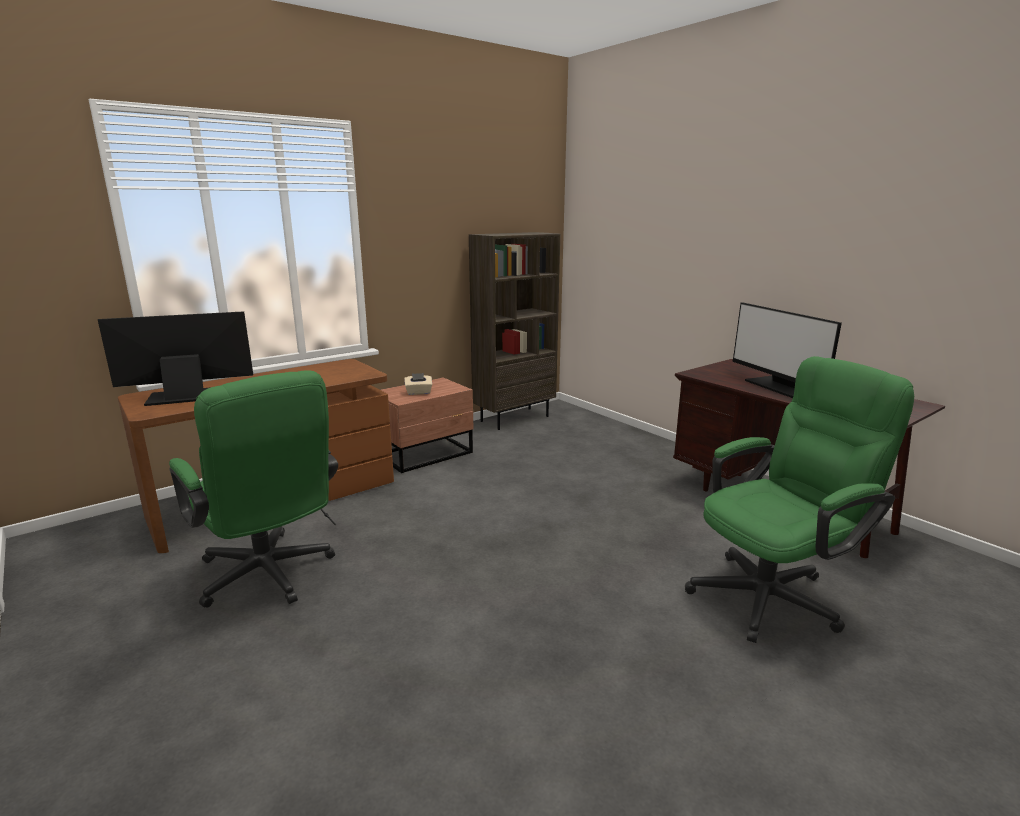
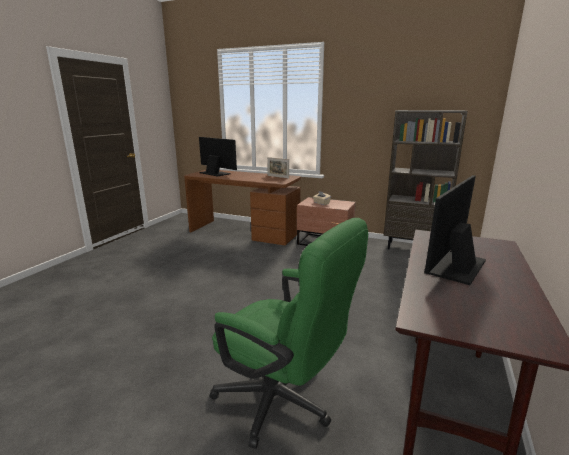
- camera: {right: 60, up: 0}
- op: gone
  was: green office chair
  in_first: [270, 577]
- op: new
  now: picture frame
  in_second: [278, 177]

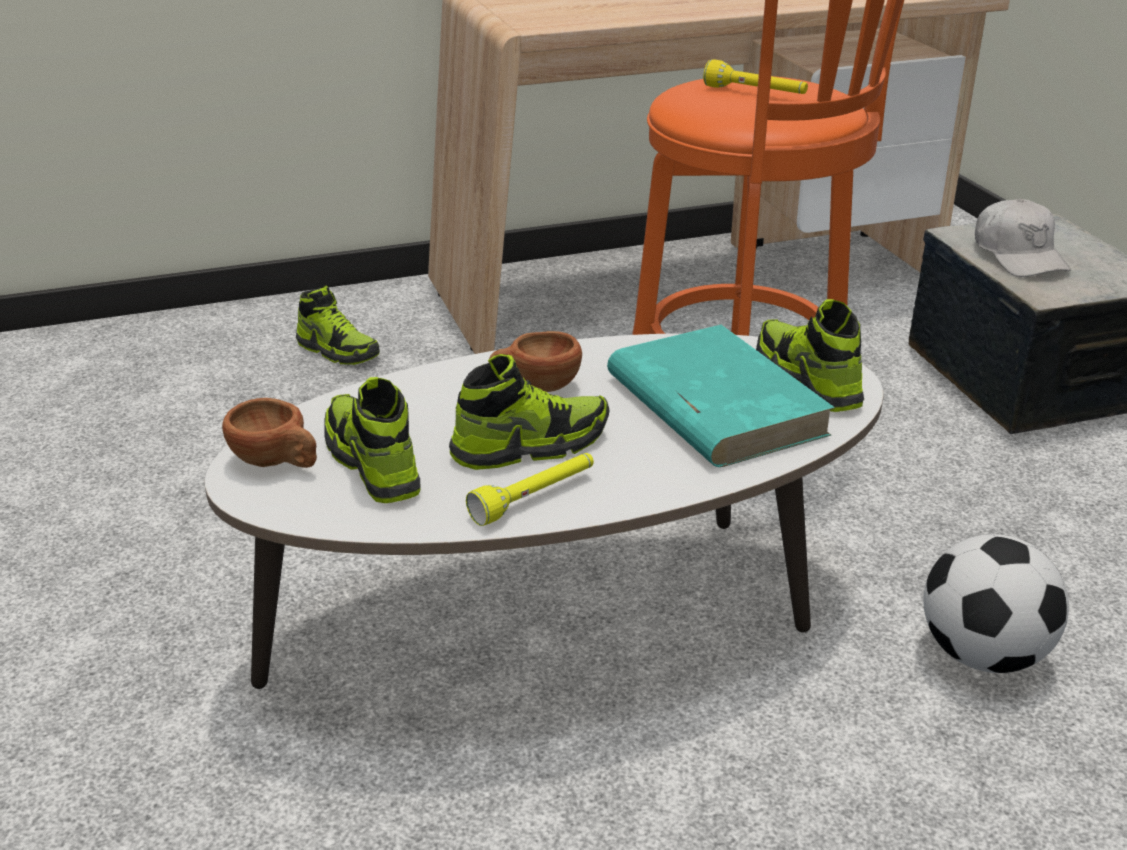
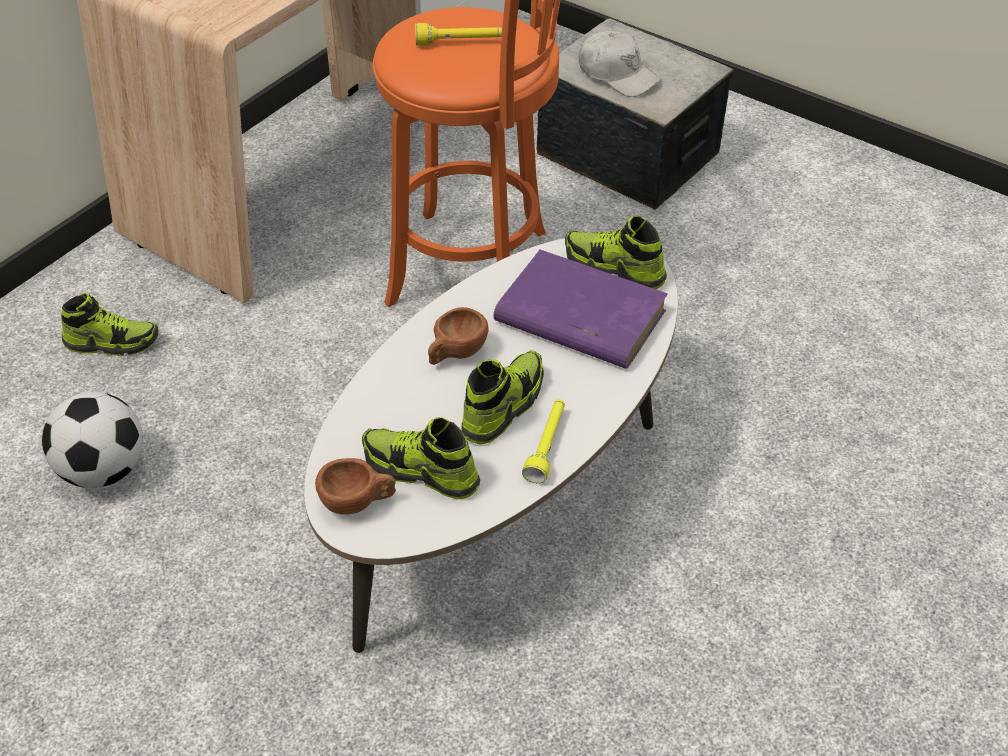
- camera: {right: -35, up: 15}
- op: shifted
  was: football
  in_first: [983, 655]
  in_second: [103, 470]
- op: repainted
  was: turquoise book
  now: purple book
  in_first: [713, 404]
  in_second: [578, 316]

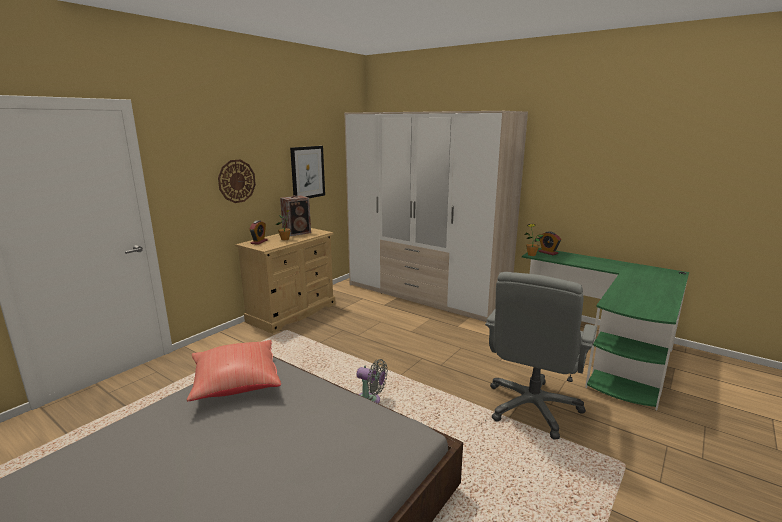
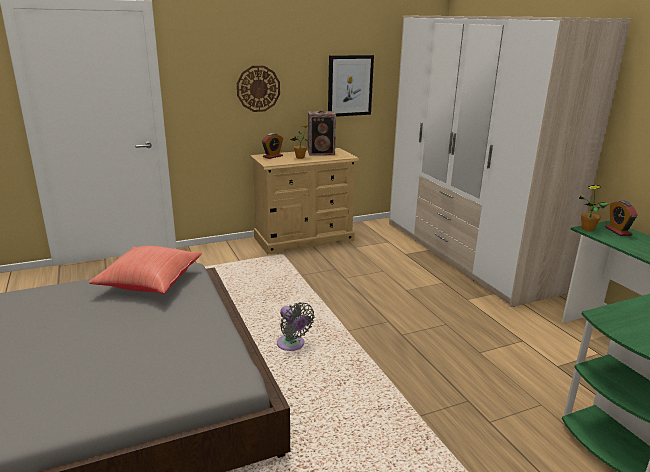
- camera: {right: 30, up: 5}
- op: gone
  was: grey office chair
  in_first: [532, 407]

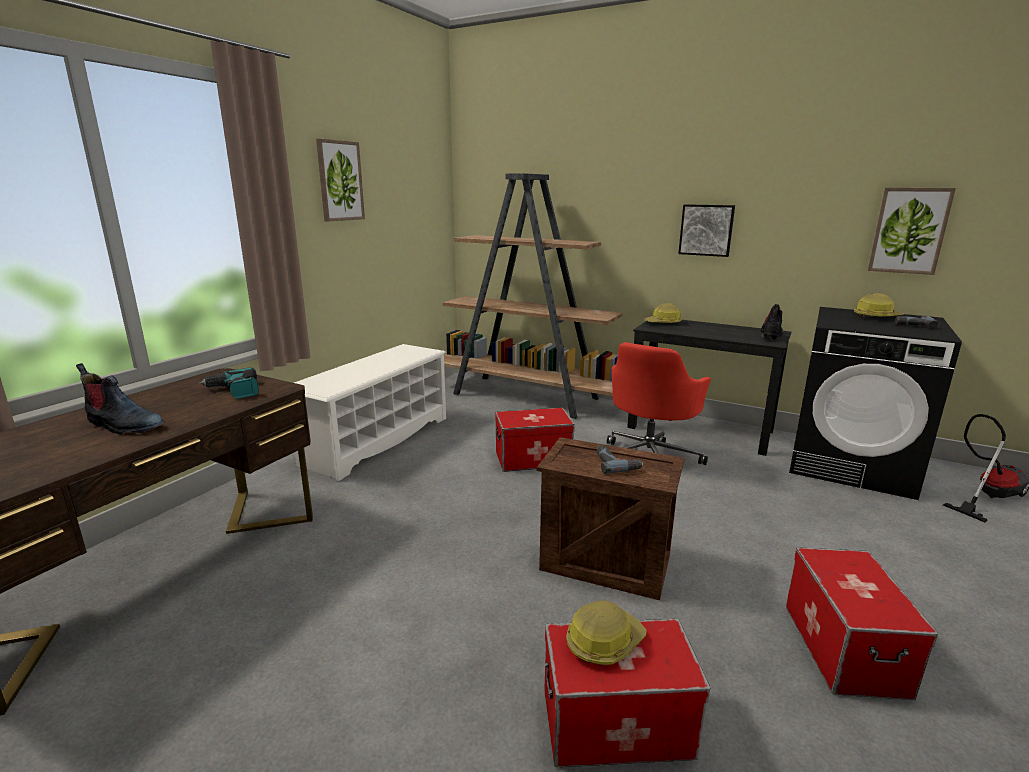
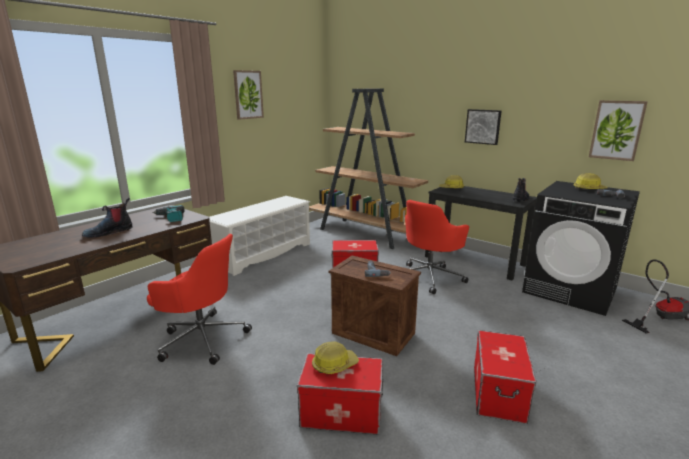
- camera: {right: 10, up: 0}
- op: new
  now: red office chair
  in_second: [202, 338]
- op: rotated
  was: boot
  in_first: [123, 425]
  in_second: [109, 232]
  clockwise: 105

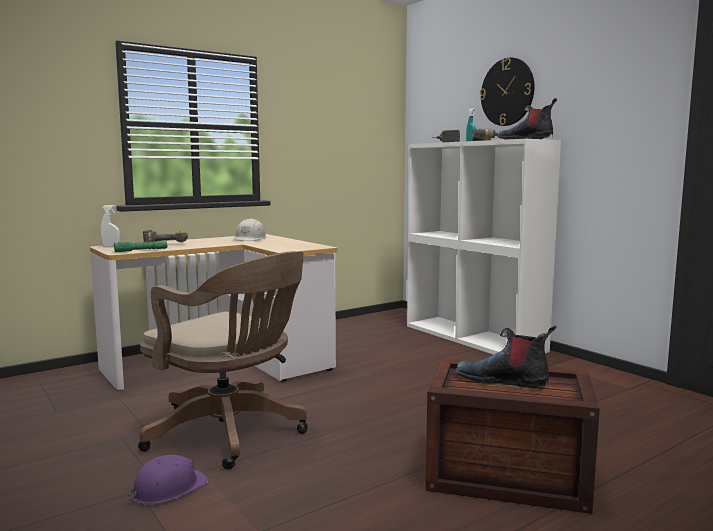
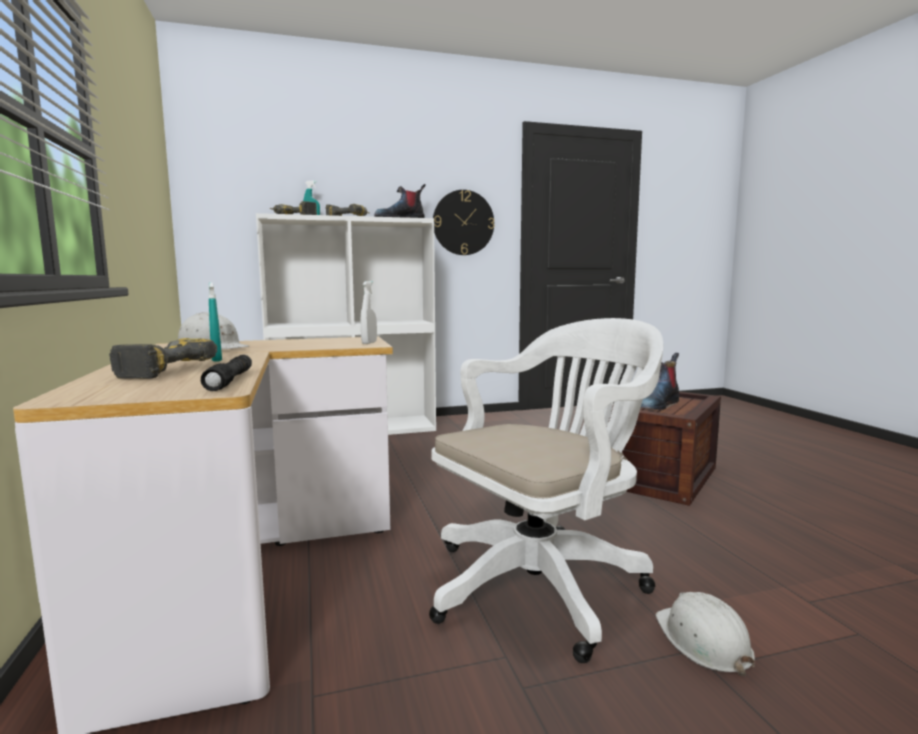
- camera: {right: -70, up: 0}
- op: new
  now: turquoise spray bottle
  in_second: [216, 360]
- op: shifted
  was: white spray bottle
  in_first: [111, 247]
  in_second: [369, 343]
- op: shifted
  was: wall clock
  in_first: [507, 92]
  in_second: [463, 222]
- op: repainted
  was: green flashlight
  now: black flashlight
  in_first: [141, 251]
  in_second: [230, 381]
- op: repainted
  was: purple hard hat
  now: white hard hat
  in_first: [168, 489]
  in_second: [703, 640]
- op: repainted
  was: brown office chair
  now: white office chair
  in_first: [231, 434]
  in_second: [543, 582]

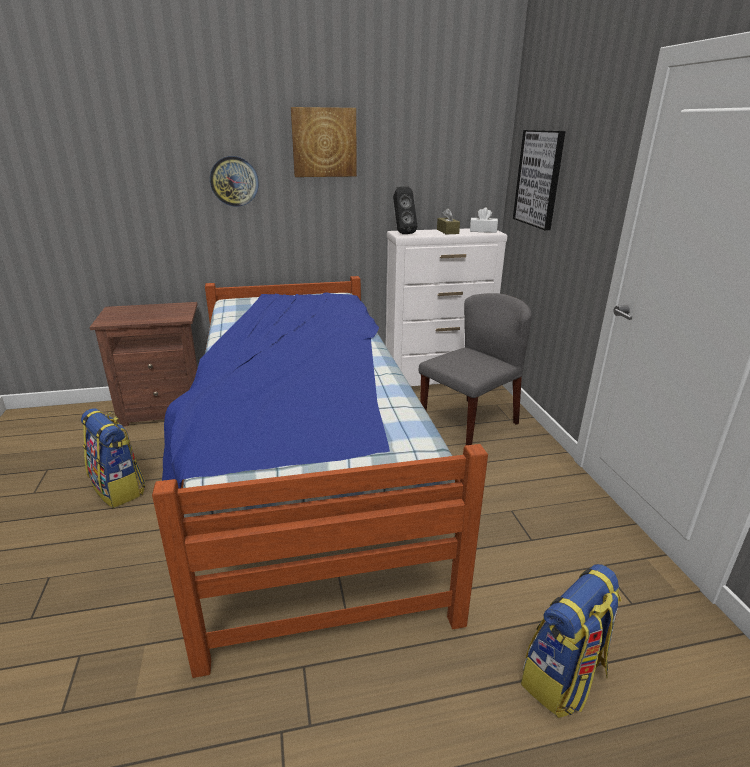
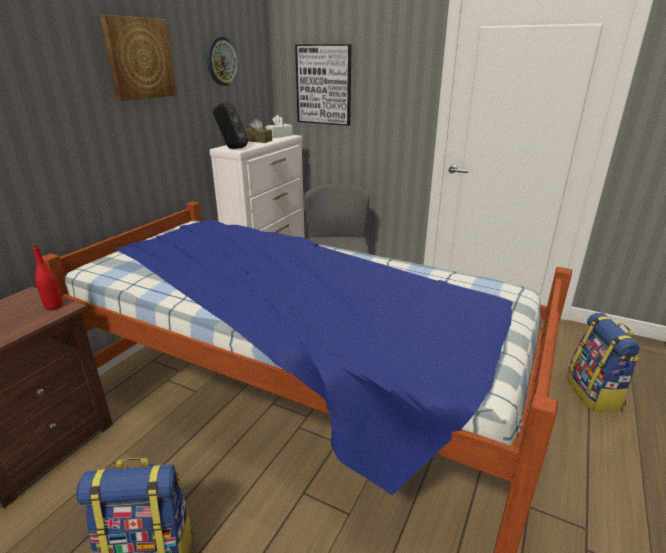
- camera: {right: -50, up: 0}
- op: new
  now: red bottle
  in_second: [54, 306]
- op: shifted
  was: wall clock
  in_first: [234, 181]
  in_second: [222, 61]

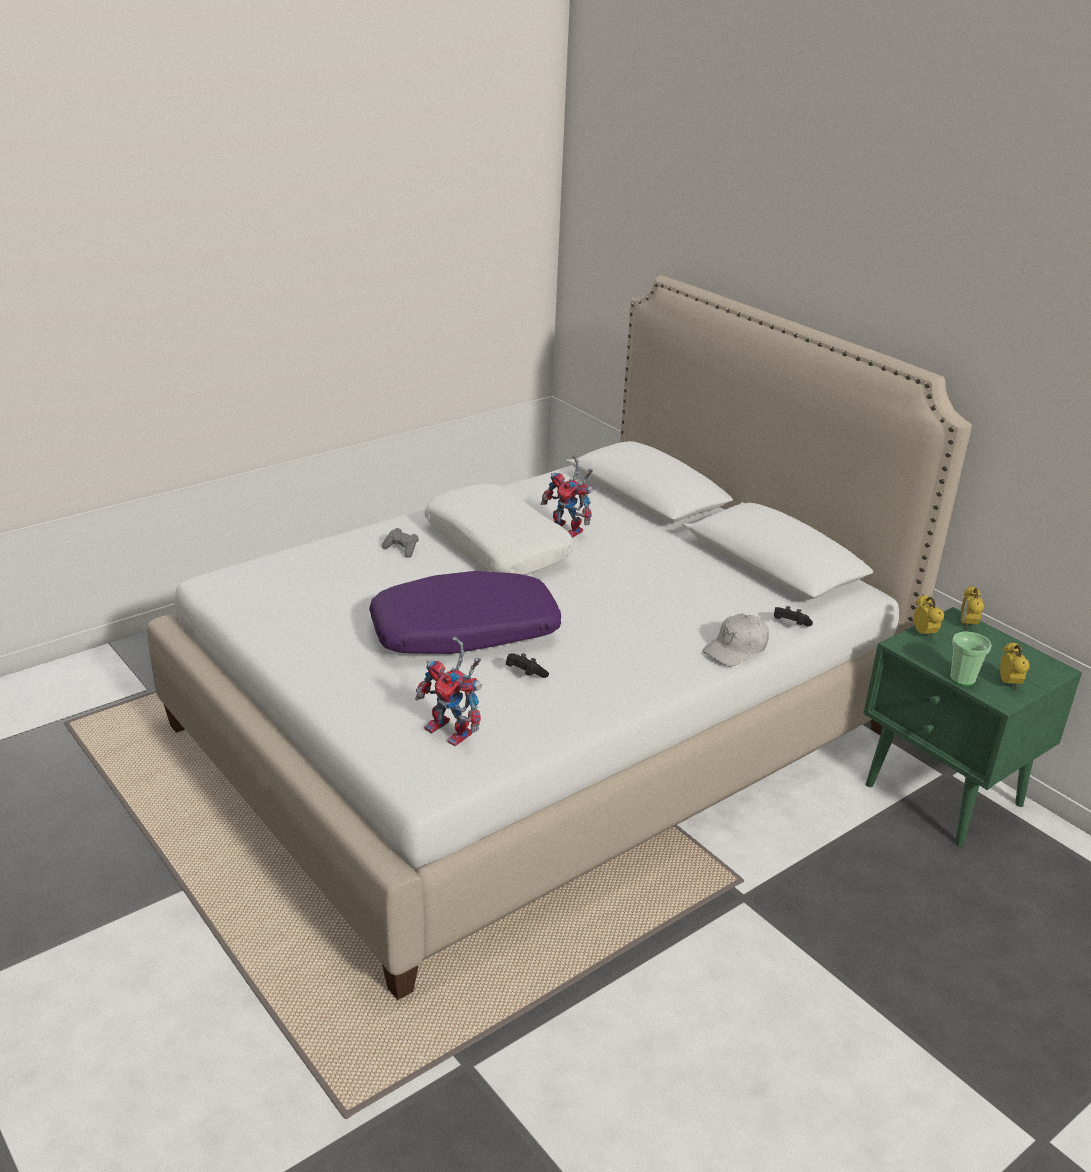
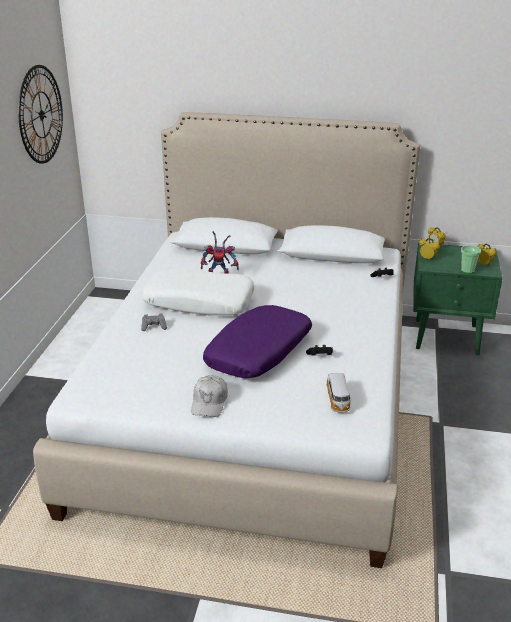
- camera: {right: -40, up: 0}
- op: new
  now: wall clock
  in_second: [41, 115]
- op: shifted
  was: white cap
  in_first: [736, 649]
  in_second: [209, 402]
- op: swapped
  was: toy robot
  now: toy car
  in_first: [454, 732]
  in_second: [338, 401]

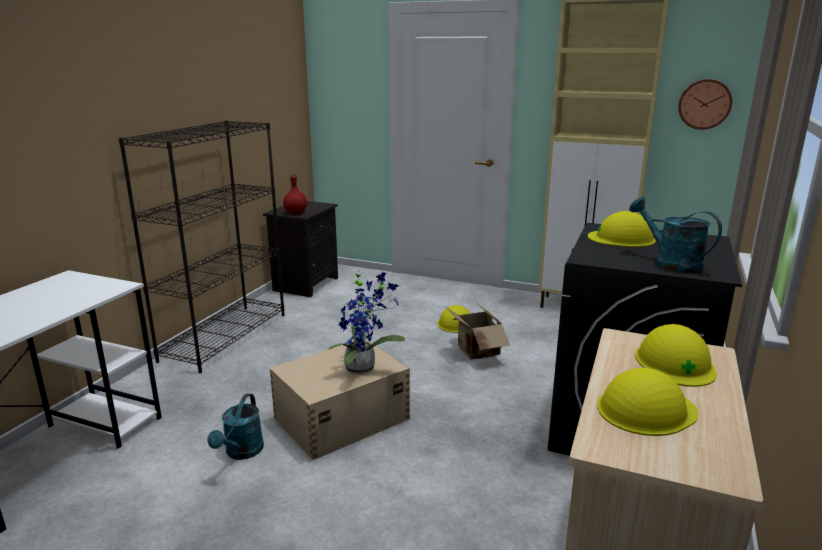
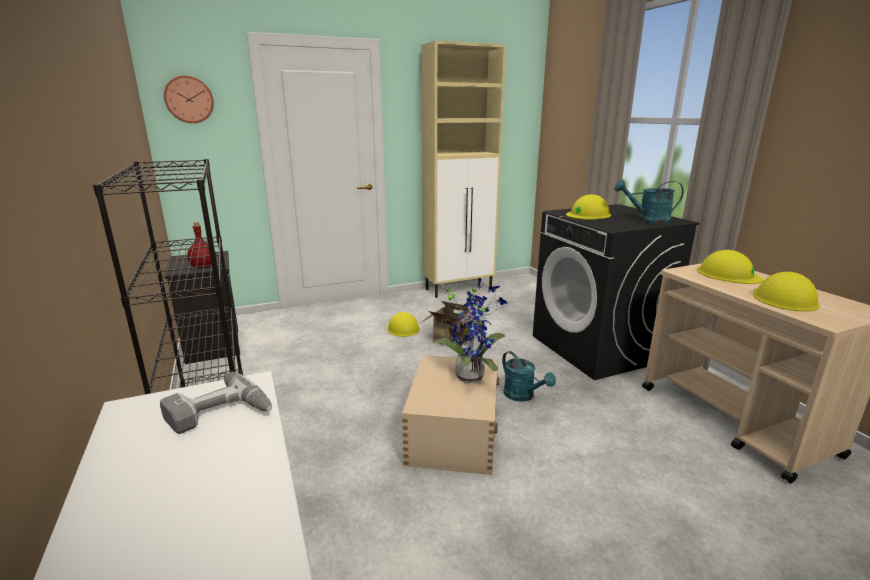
- camera: {right: -45, up: 0}
- op: new
  now: power drill
  in_second: [220, 415]
- op: shifted
  was: turquoise watering can
  in_first: [241, 452]
  in_second: [523, 396]
- op: shifted
  was: wall clock
  in_first: [704, 104]
  in_second: [189, 99]

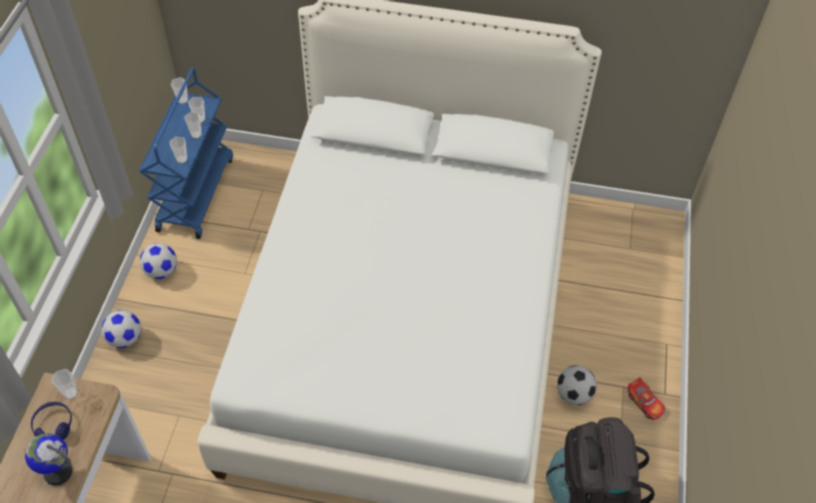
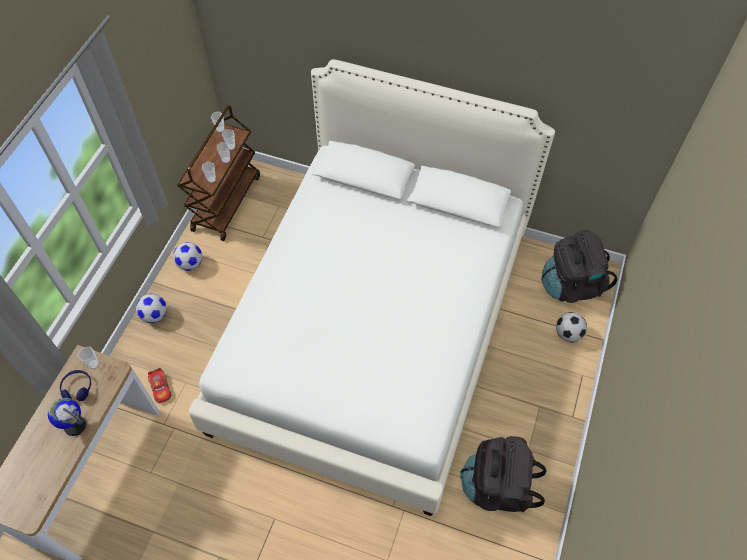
- camera: {right: 10, up: 5}
- op: new
  now: black backpack
  in_second: [571, 285]
- op: shifted
  was: football
  in_first: [573, 394]
  in_second: [568, 334]
- op: shifted
  was: toy car
  in_first: [645, 402]
  in_second: [160, 388]
- op: repainted
  was: blue cart
  now: brown cart
  in_first: [195, 193]
  in_second: [226, 202]

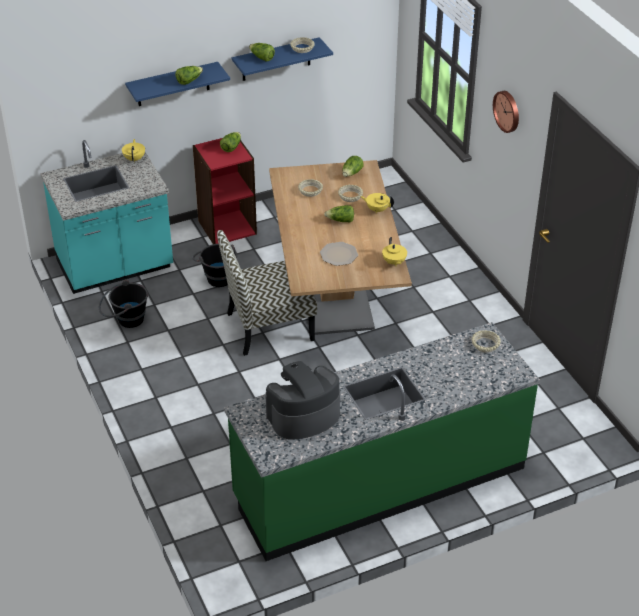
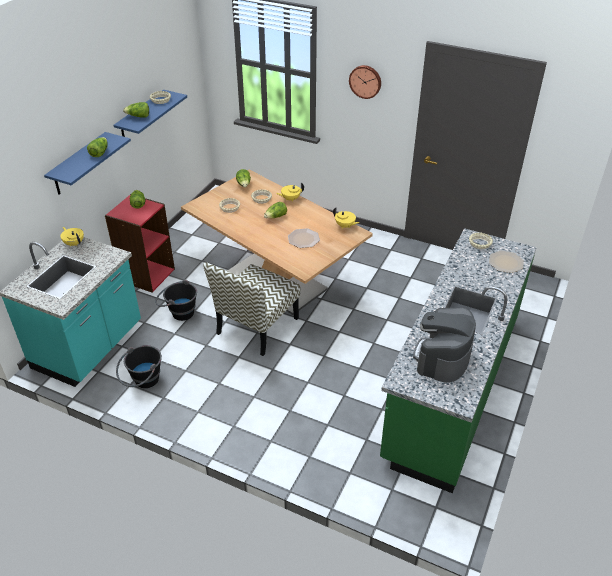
- camera: {right: -40, up: 0}
- op: new
  now: plate
  in_second: [505, 262]

